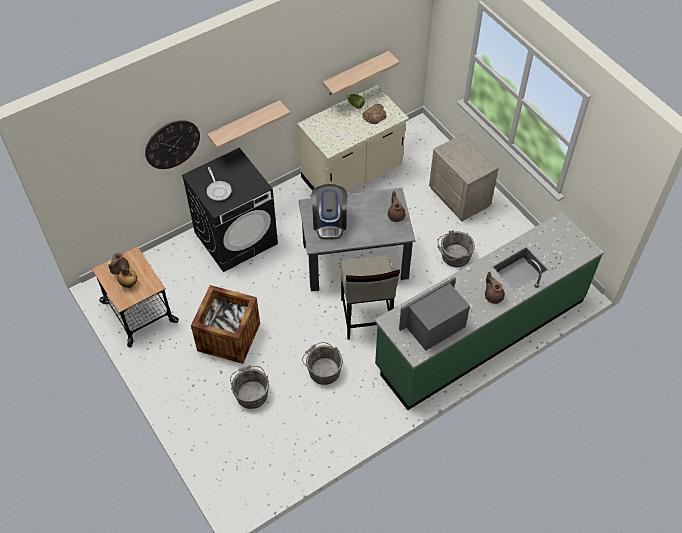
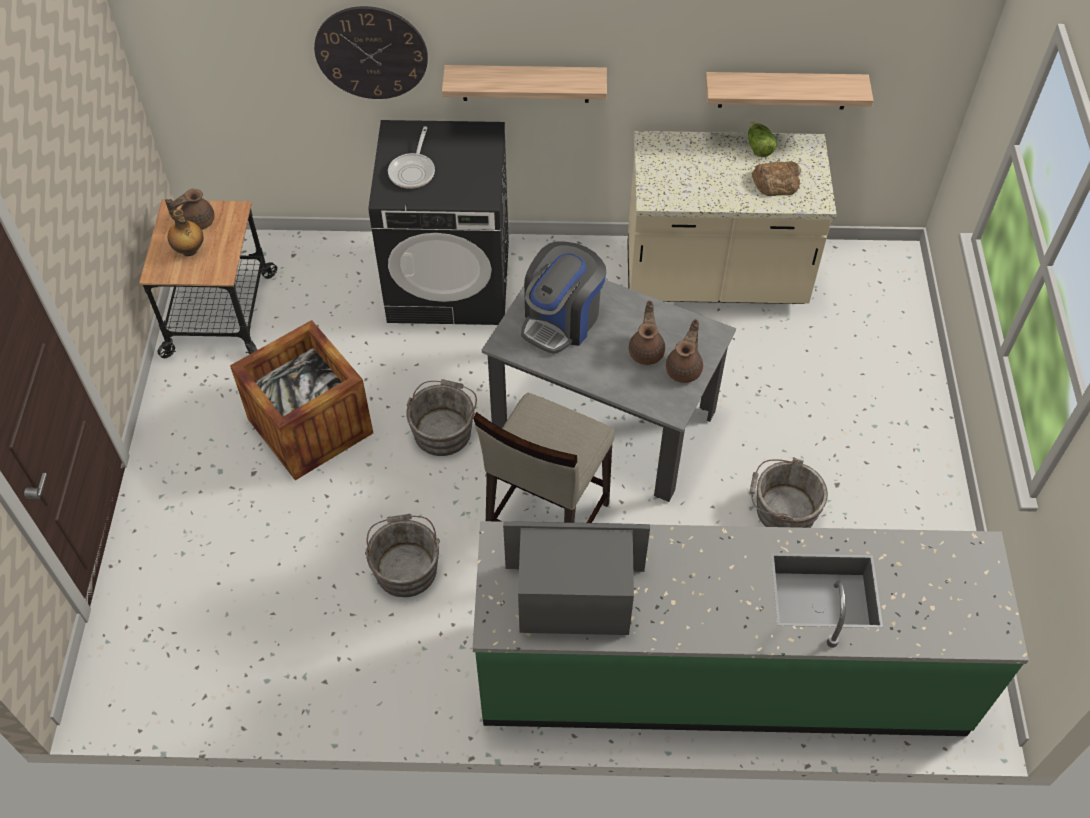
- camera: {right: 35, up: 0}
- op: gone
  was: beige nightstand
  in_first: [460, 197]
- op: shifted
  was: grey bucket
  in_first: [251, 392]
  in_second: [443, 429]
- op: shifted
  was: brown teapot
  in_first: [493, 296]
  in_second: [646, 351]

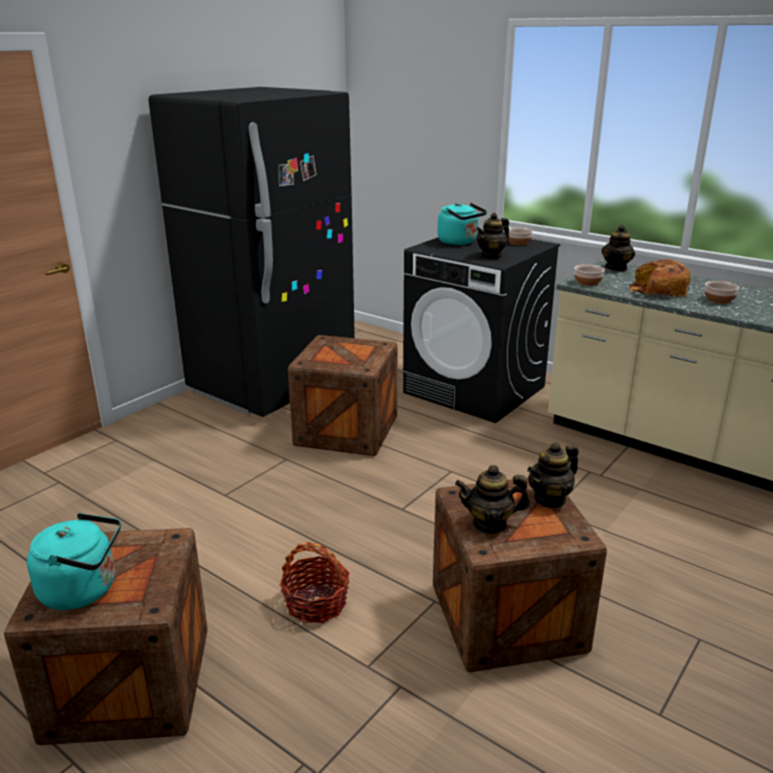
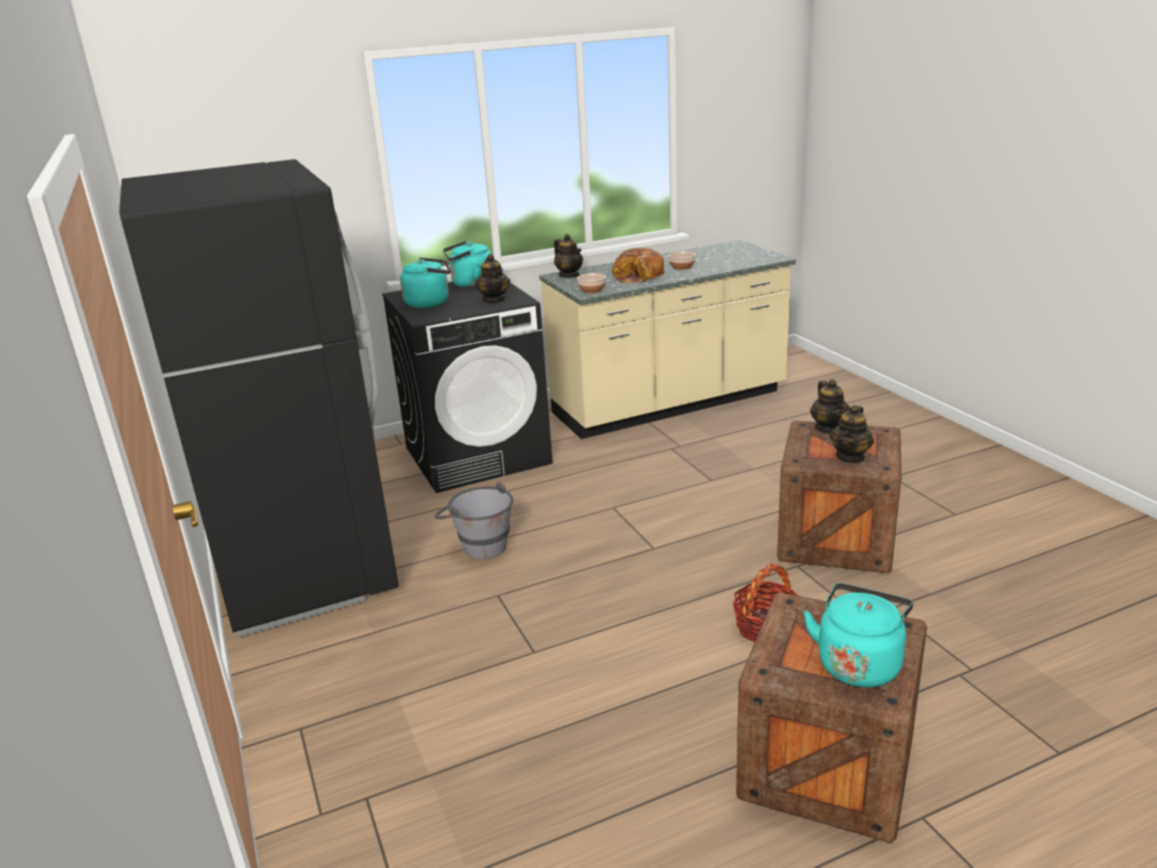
- camera: {right: -60, up: 0}
- op: swapped
  was: crate
  now: grey bucket
  in_first: [346, 431]
  in_second: [478, 545]
- op: swapped
  was: bowl
  now: turquoise kettle
  in_first: [518, 242]
  in_second: [470, 284]

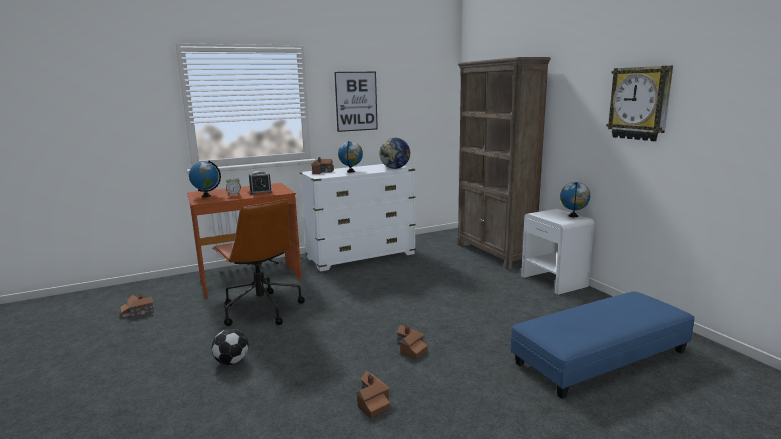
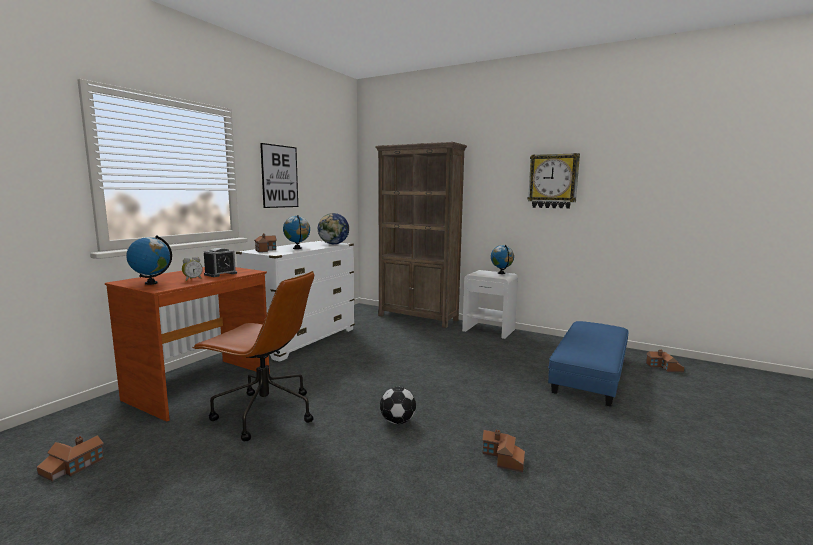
- camera: {right: -35, up: -5}
- op: shifted
  was: football
  in_first: [231, 361]
  in_second: [397, 421]
- op: shifted
  was: toy house
  in_first: [410, 349]
  in_second: [664, 367]

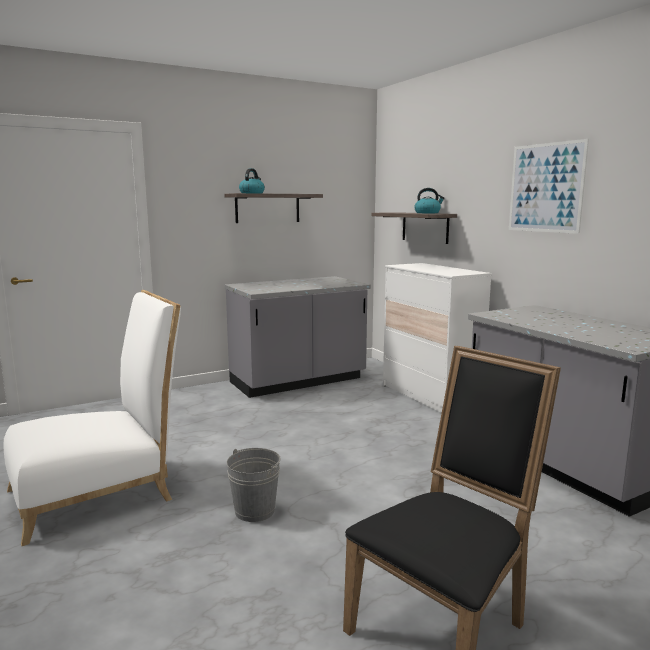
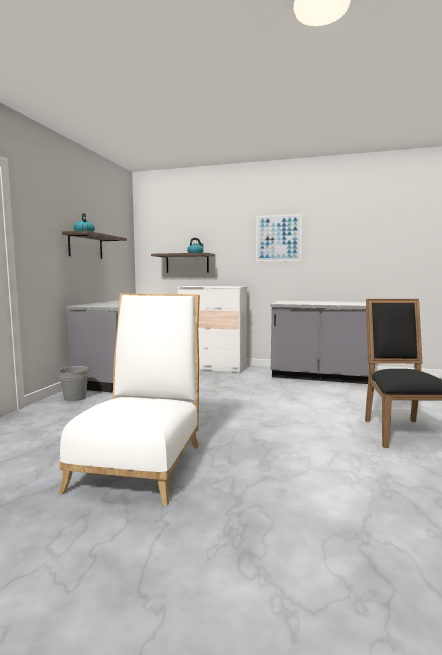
- camera: {right: -45, up: -5}
- op: shifted
  was: grey bucket
  in_first: [255, 510]
  in_second: [75, 397]

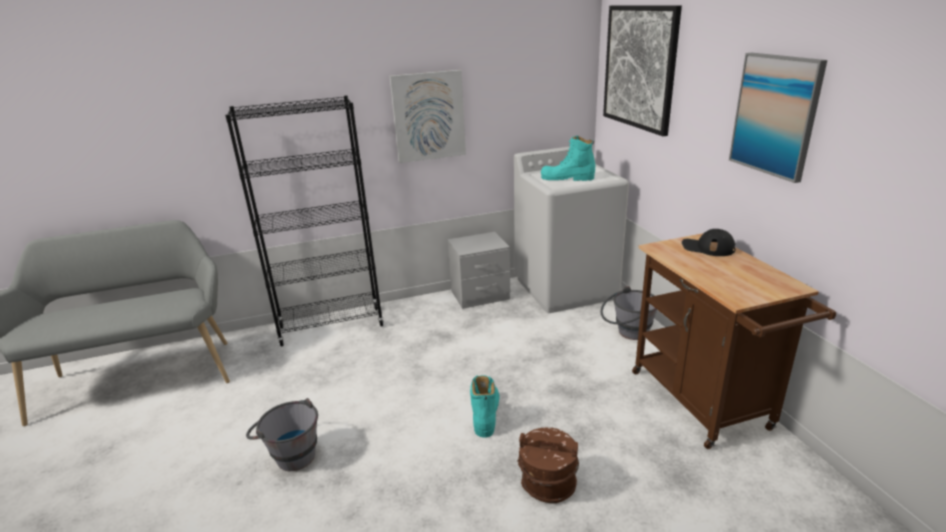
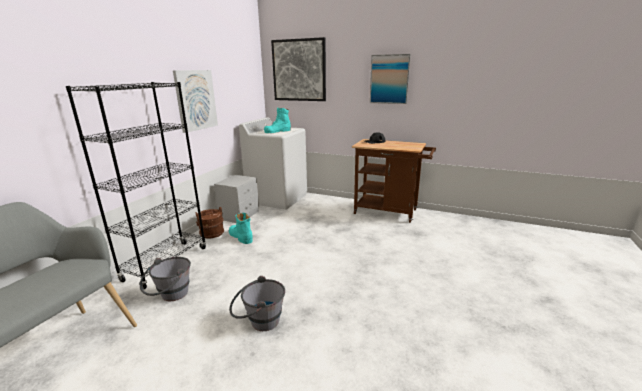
- camera: {right: -50, up: -5}
- op: shifted
  was: turquoise boot
  in_first: [486, 414]
  in_second: [240, 237]
- op: shifted
  was: brown bucket
  in_first: [548, 485]
  in_second: [212, 234]
- op: shifted
  was: grey bucket
  in_first: [627, 333]
  in_second: [170, 296]

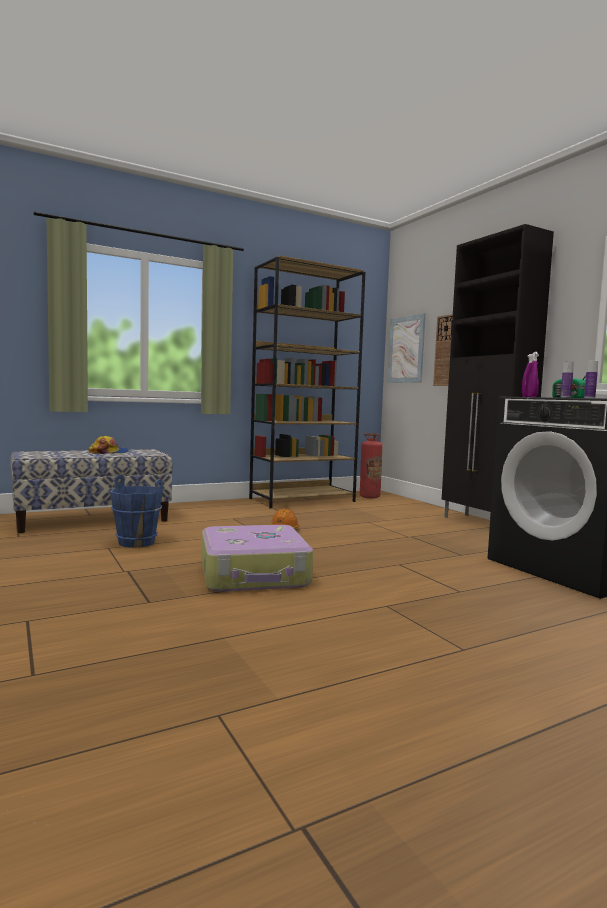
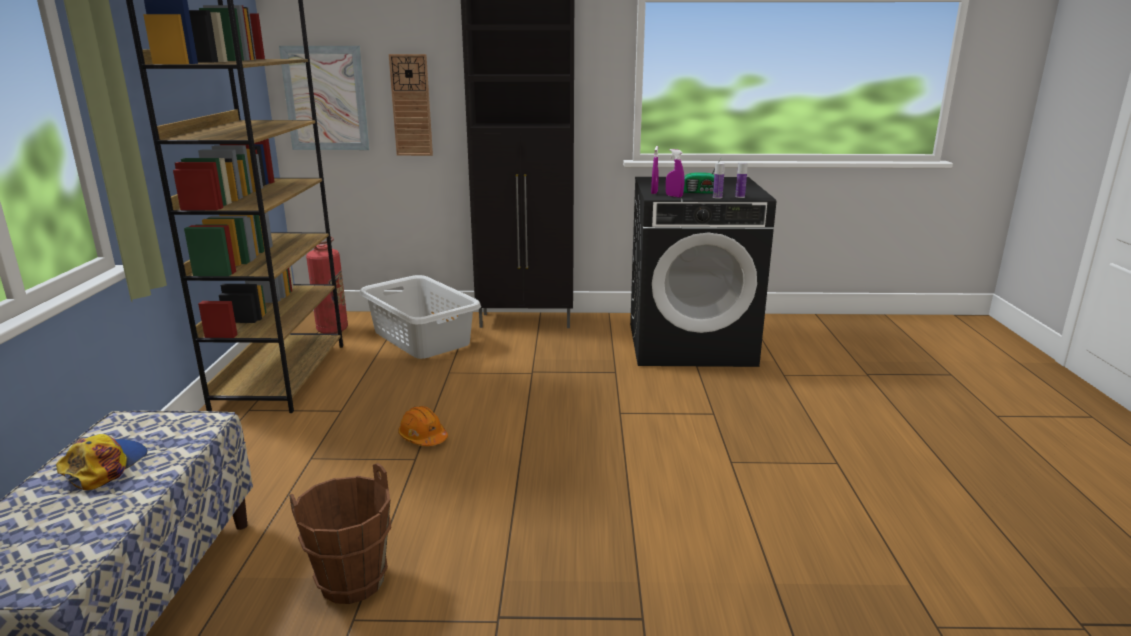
- camera: {right: -60, up: 15}
- op: gone
  was: suitcase
  in_first: [255, 574]
- op: new
  now: grey laundry basket
  in_second: [422, 337]
- op: repainted
  was: blue bucket
  now: brown bucket
  in_first: [136, 542]
  in_second: [353, 582]

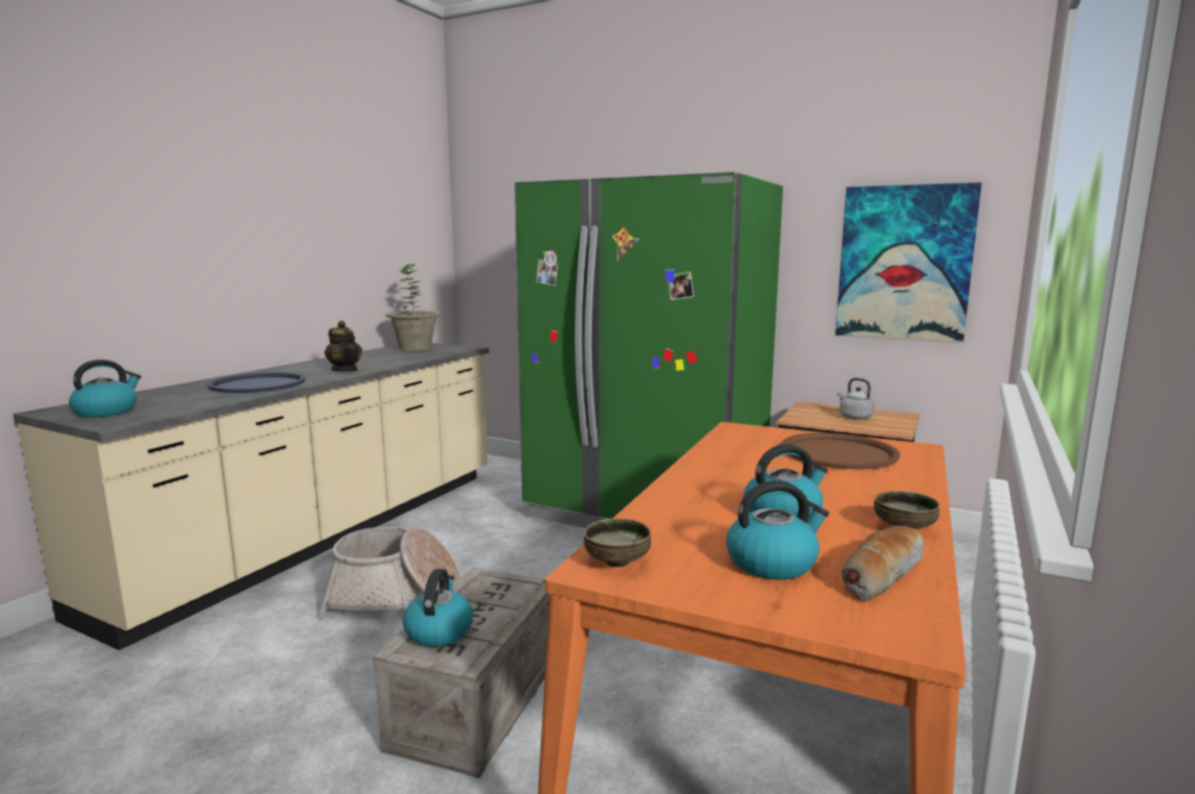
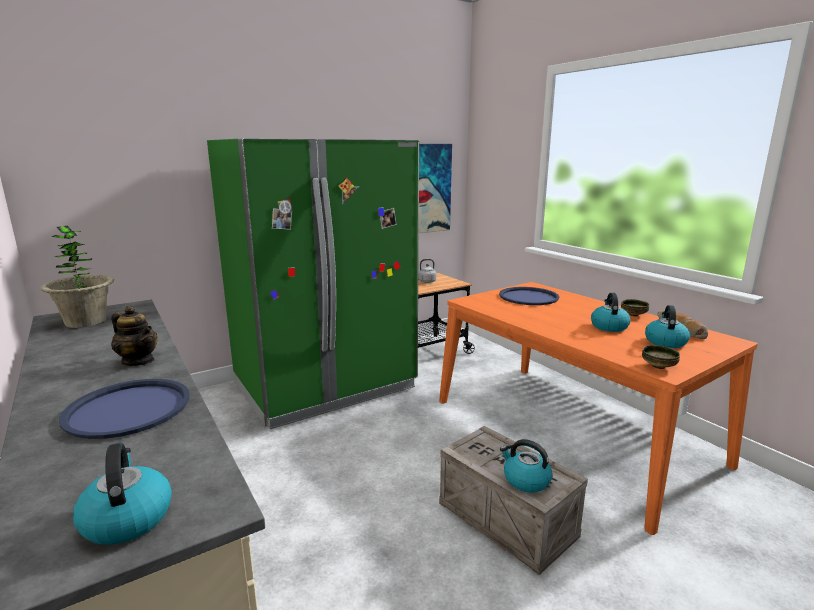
- camera: {right: -60, up: 5}
- op: gone
  was: basket
  in_first: [395, 597]
- op: repainted
  was: brown tray
  now: blue tray
  in_first: [838, 453]
  in_second: [528, 297]
- op: rotated
  was: teapot
  in_first: [345, 370]
  in_second: [138, 361]
  clockwise: 45

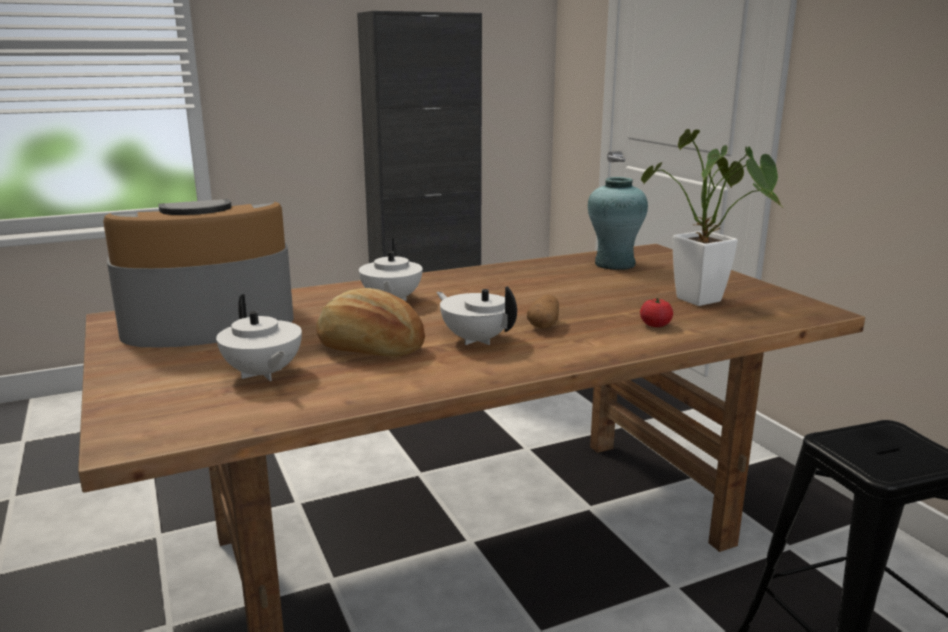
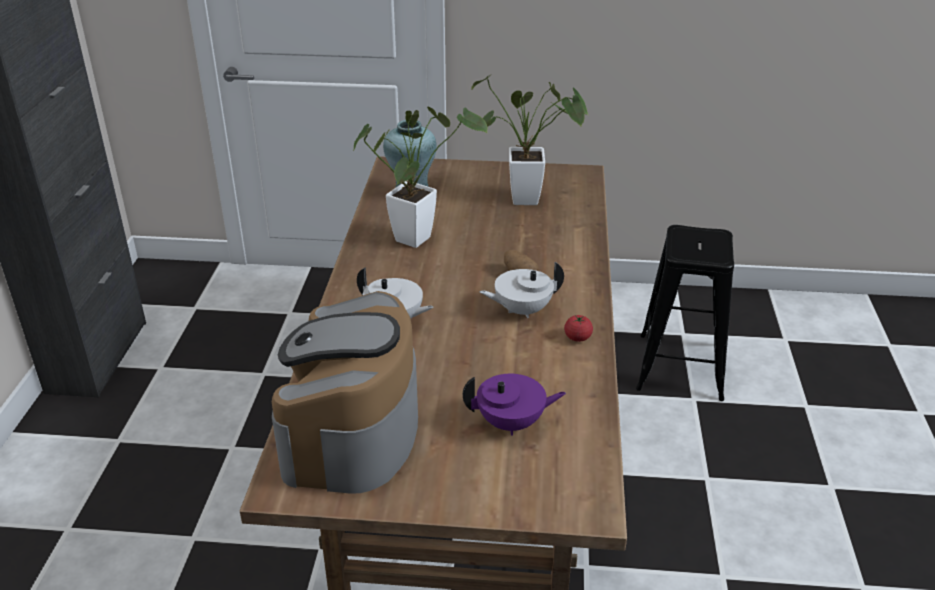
- camera: {right: -60, up: 15}
- op: gone
  was: bread
  in_first: [370, 348]
- op: new
  now: potted plant
  in_second: [418, 236]
- op: shifted
  was: tomato
  in_first: [655, 325]
  in_second: [577, 337]
- op: repainted
  was: white teapot
  now: purple teapot
  in_first: [263, 374]
  in_second: [511, 423]

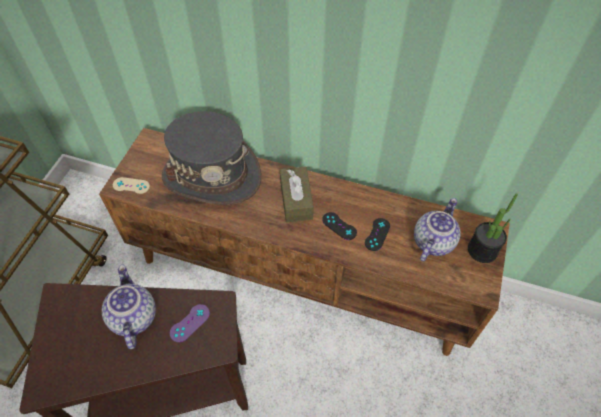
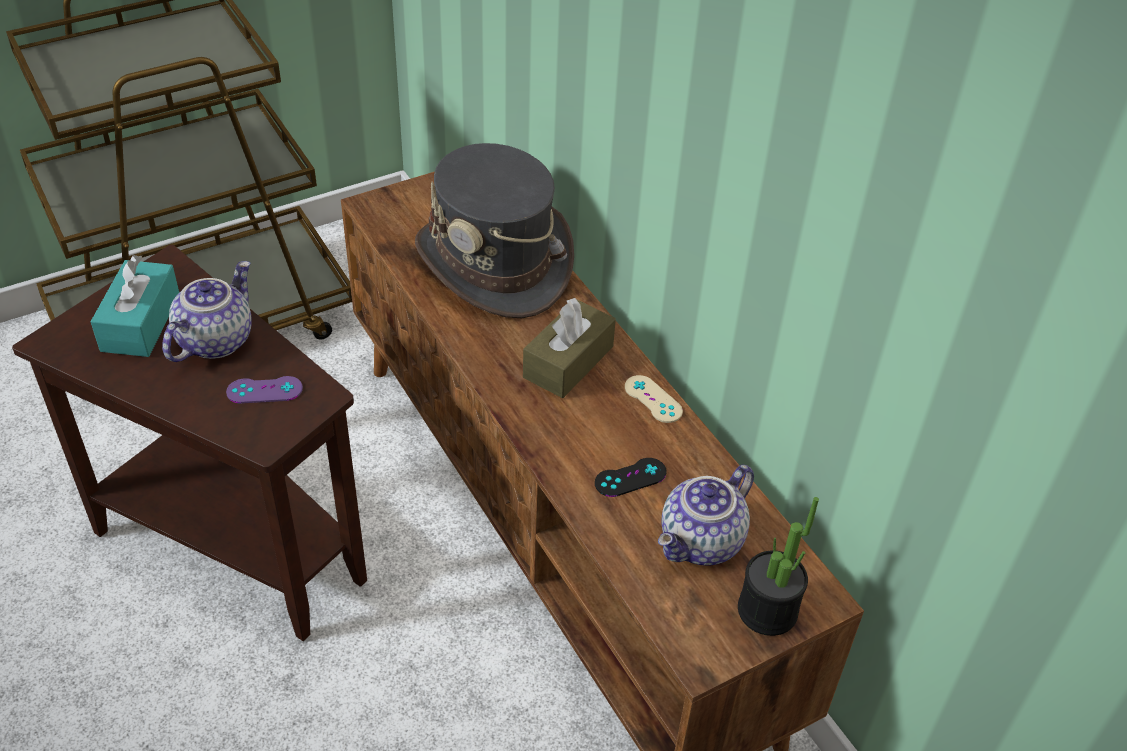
- camera: {right: 40, up: -10}
- op: gone
  was: black game controller
  in_first: [339, 226]
- op: new
  now: turquoise tissue box
  in_second: [140, 322]
- op: shifted
  was: beige game controller
  in_first: [131, 185]
  in_second: [653, 399]
- op: rotated
  was: teapot
  in_first: [432, 241]
  in_second: [702, 543]
  clockwise: 150

